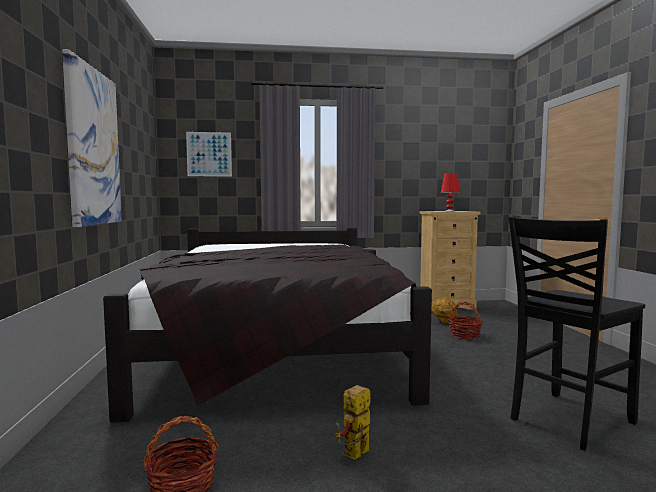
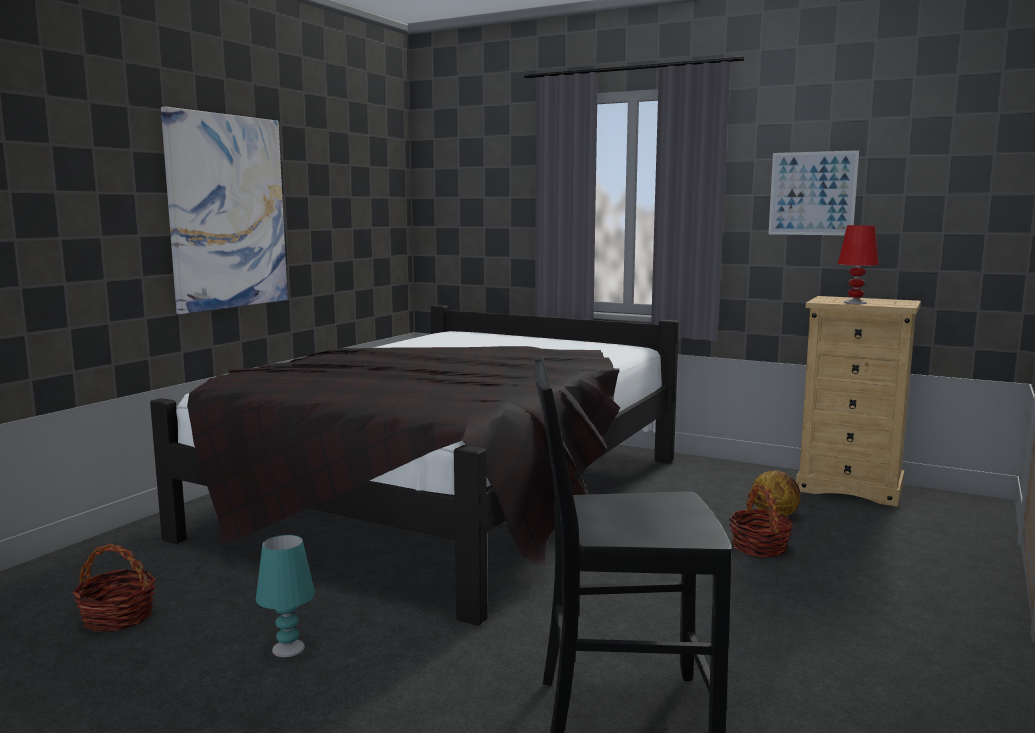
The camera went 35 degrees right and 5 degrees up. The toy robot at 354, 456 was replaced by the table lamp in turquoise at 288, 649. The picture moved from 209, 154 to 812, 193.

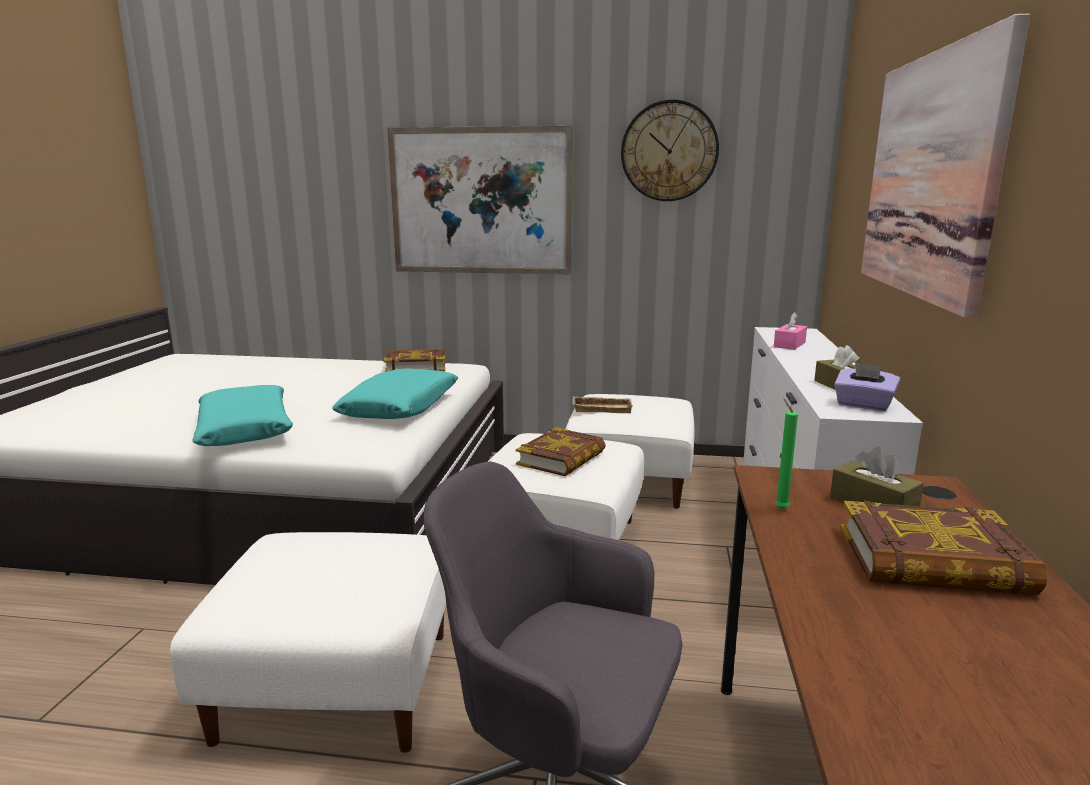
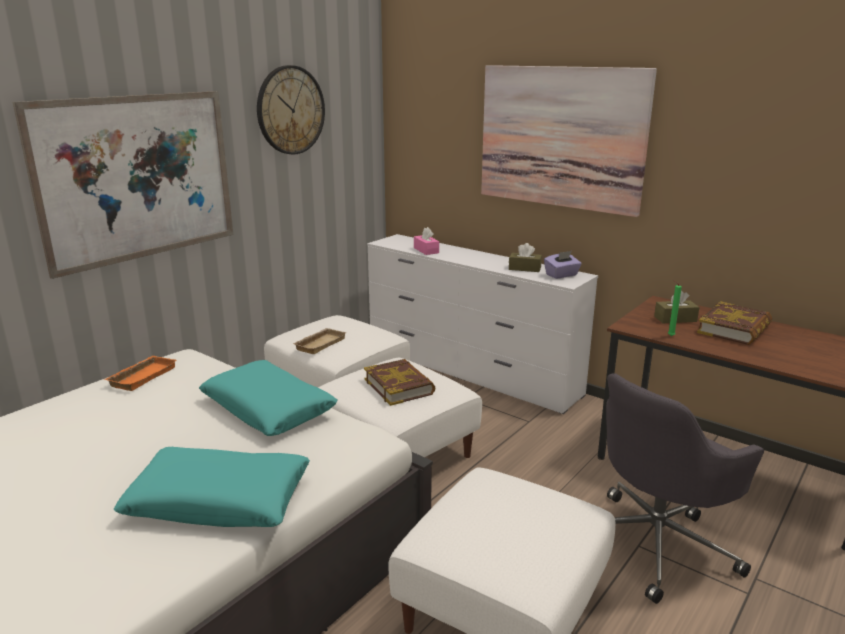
The camera went 60 degrees left and 5 degrees up. The book at 416, 366 was replaced by the tray in orange at 142, 376.

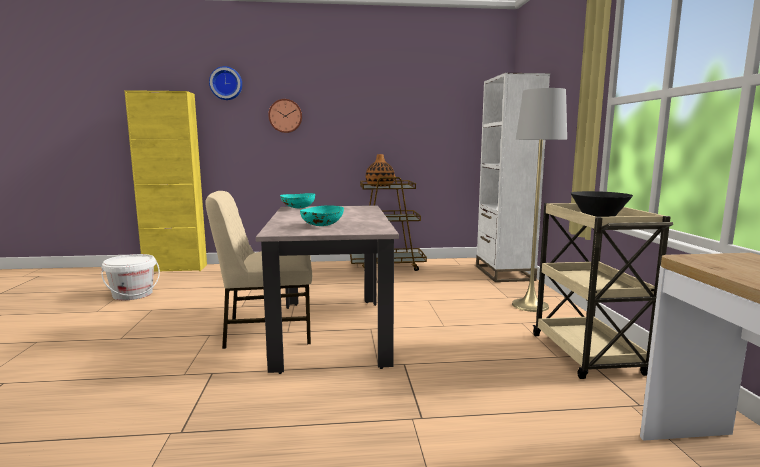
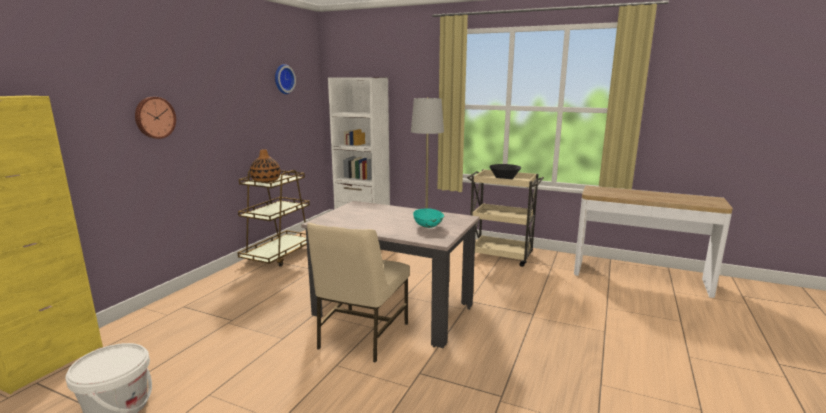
The camera went 60 degrees left and 5 degrees up. The wall clock moved from 226, 83 to 283, 79. The bowl in turquoise at 298, 208 disappeared.

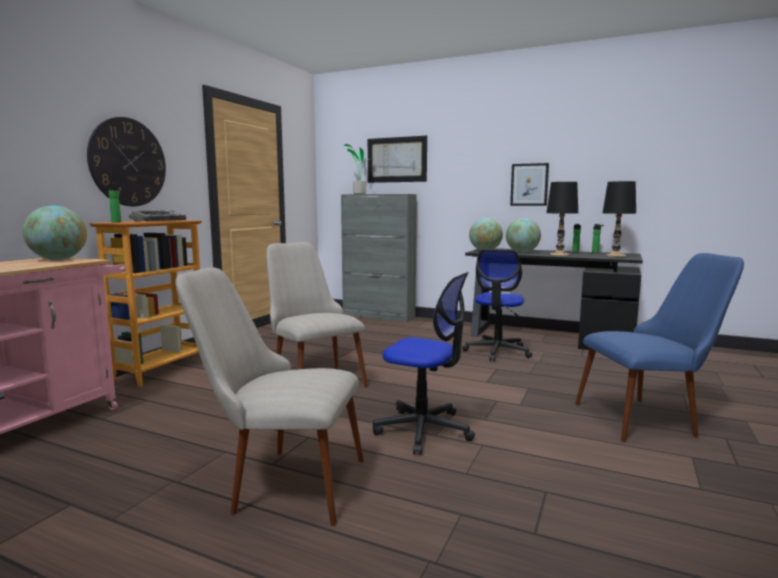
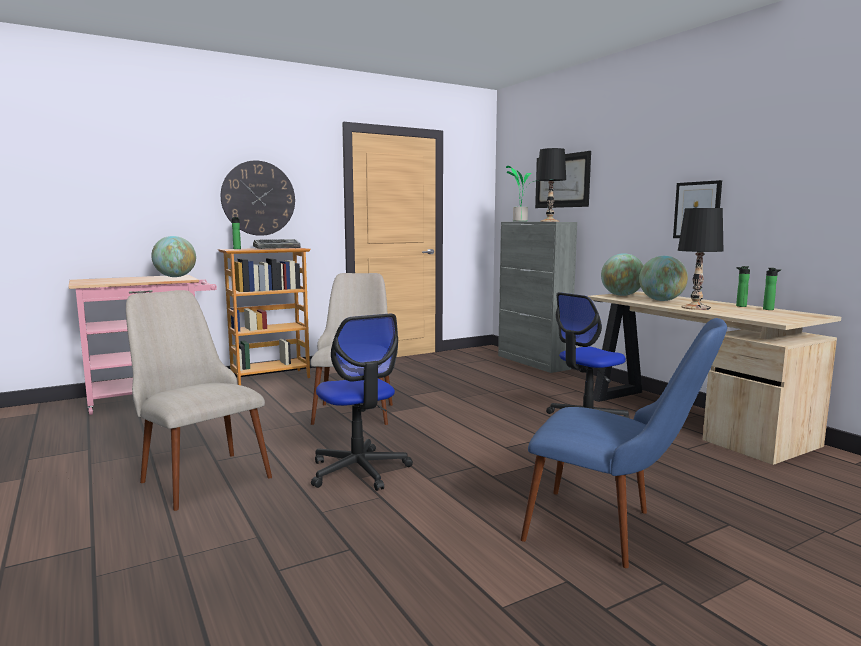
The camera went 35 degrees right and 0 degrees up. The table lamp in black moved from 615, 255 to 550, 221. The desk in black at 547, 337 became the desk in beige at 689, 419.

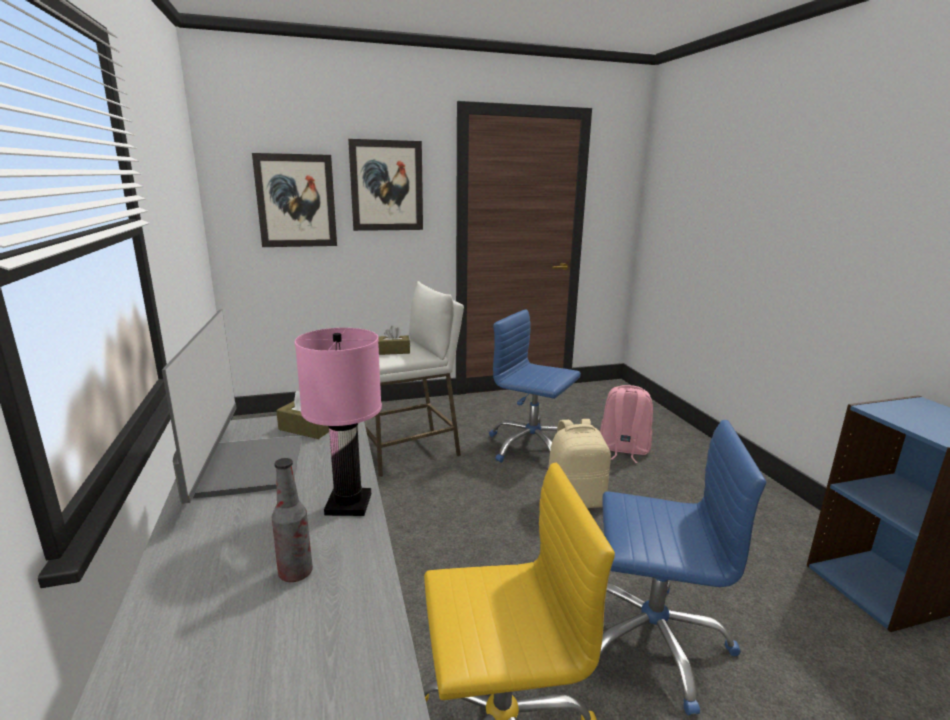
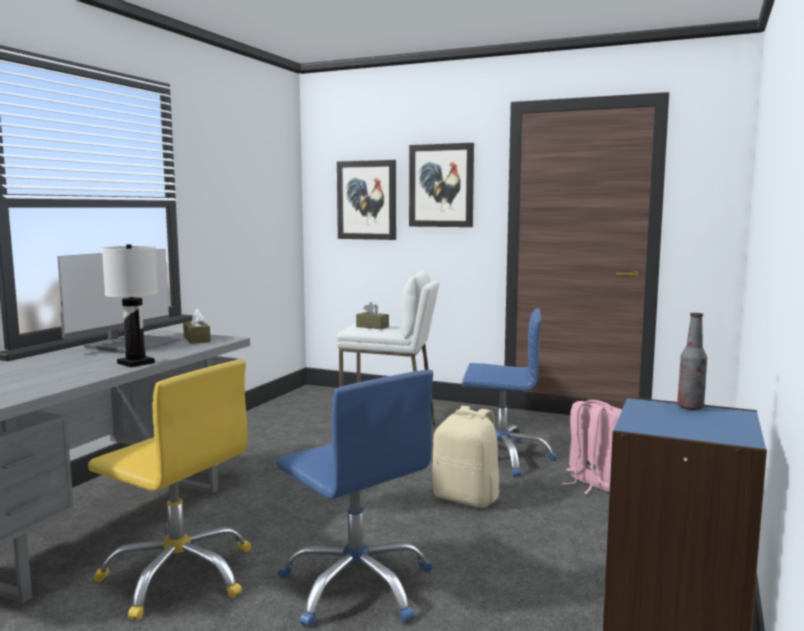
The camera went 40 degrees right and 10 degrees down. The table lamp in pink at 349, 504 became the table lamp in white at 135, 363. The office chair in blue at 531, 447 turned 120 degrees clockwise. The bottle moved from 295, 573 to 690, 407.

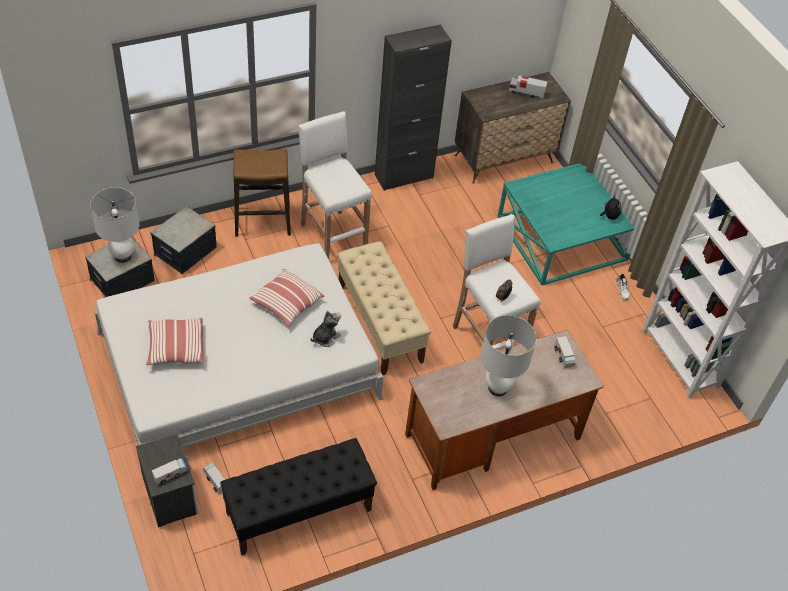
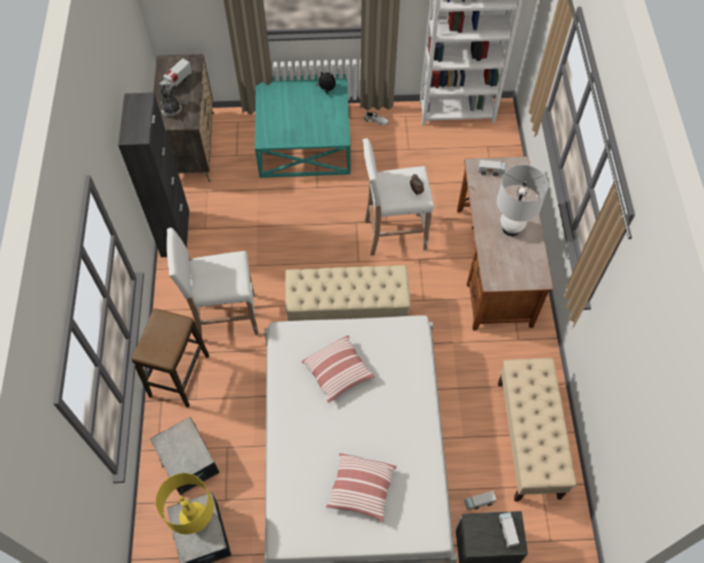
The camera went 65 degrees left and 10 degrees up. The table lamp in white at 123, 256 became the table lamp in yellow at 197, 521. The plush toy moved from 325, 337 to 171, 109. The bench in black at 298, 511 became the bench in beige at 528, 439.

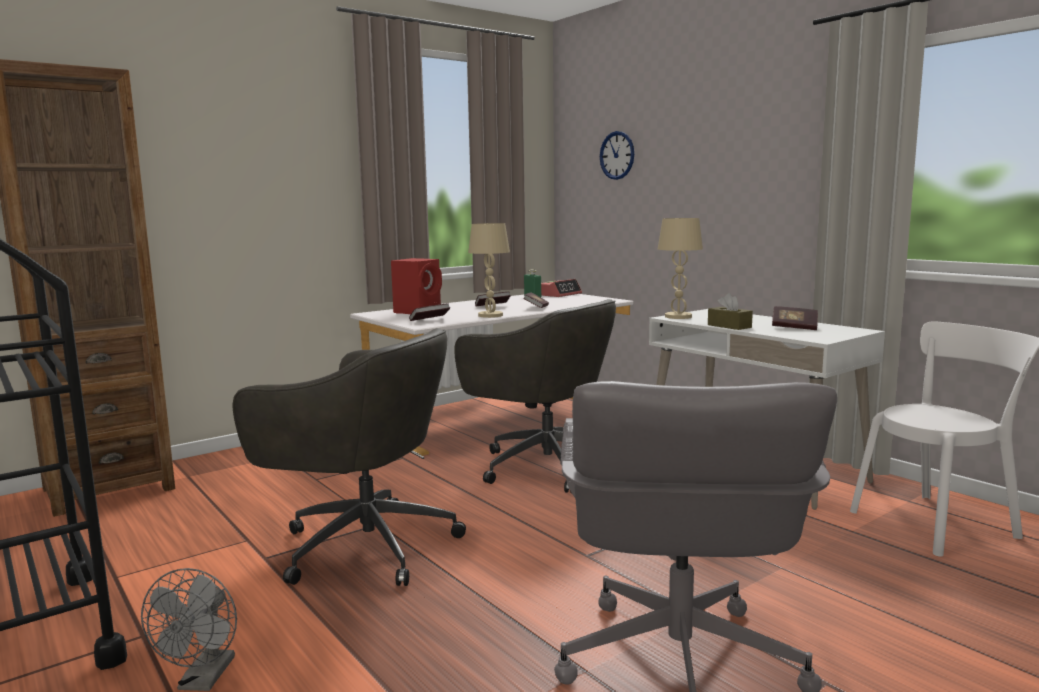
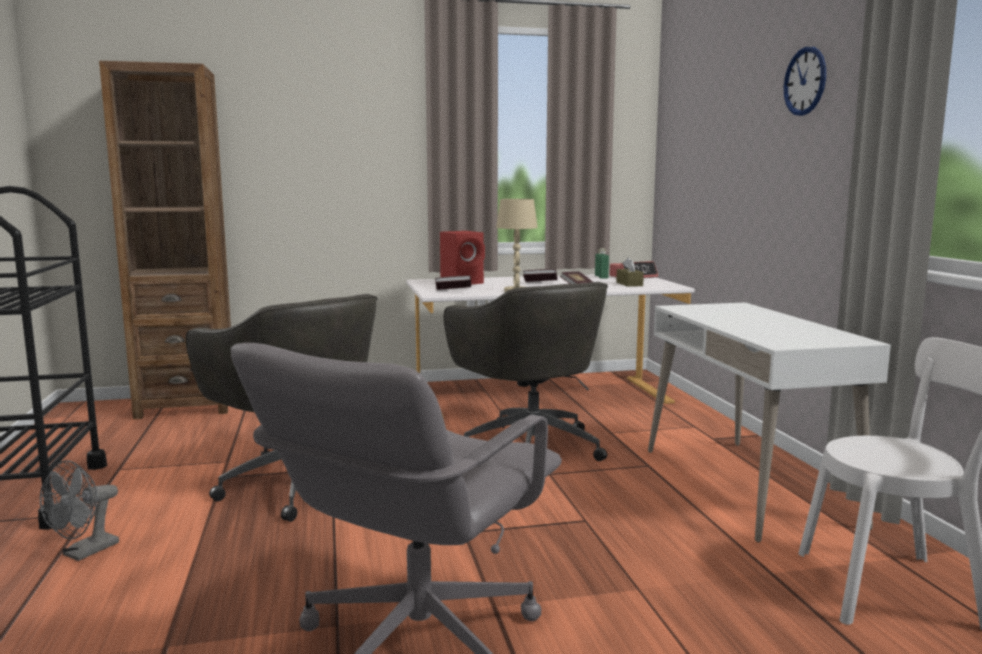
The camera went 25 degrees right and 0 degrees up. The tissue box in brown moved from 729, 326 to 629, 284. The wall clock moved from 617, 155 to 805, 81. The table lamp in beige at 678, 316 disappeared. The book at 794, 327 disappeared.

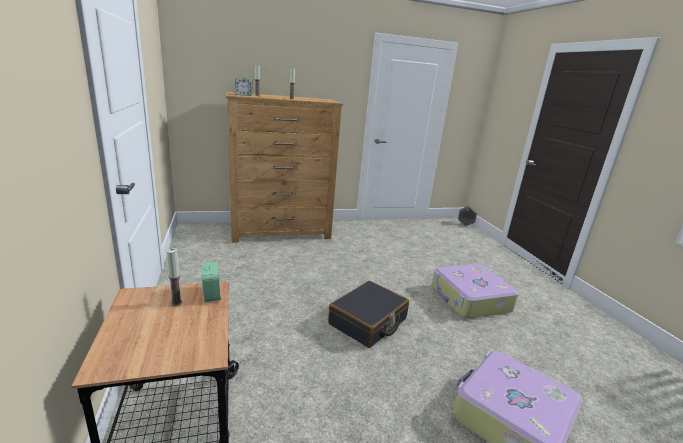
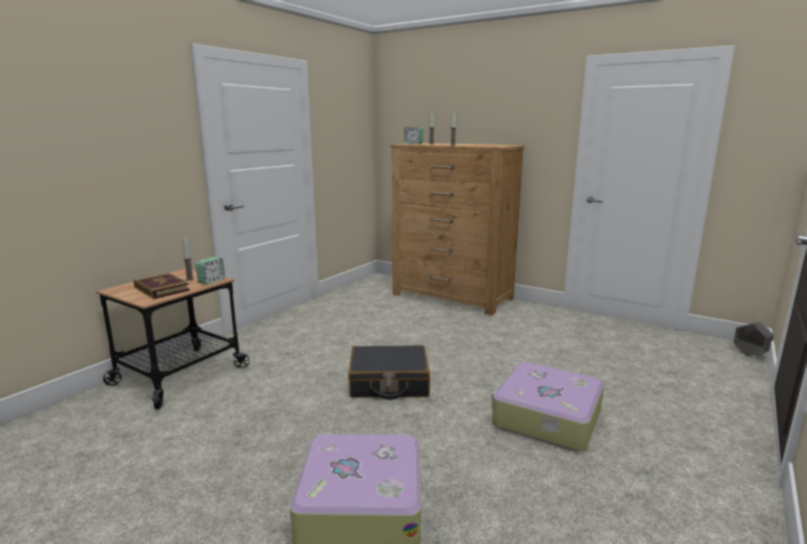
The camera went 50 degrees right and 5 degrees down. The book at 161, 289 appeared.

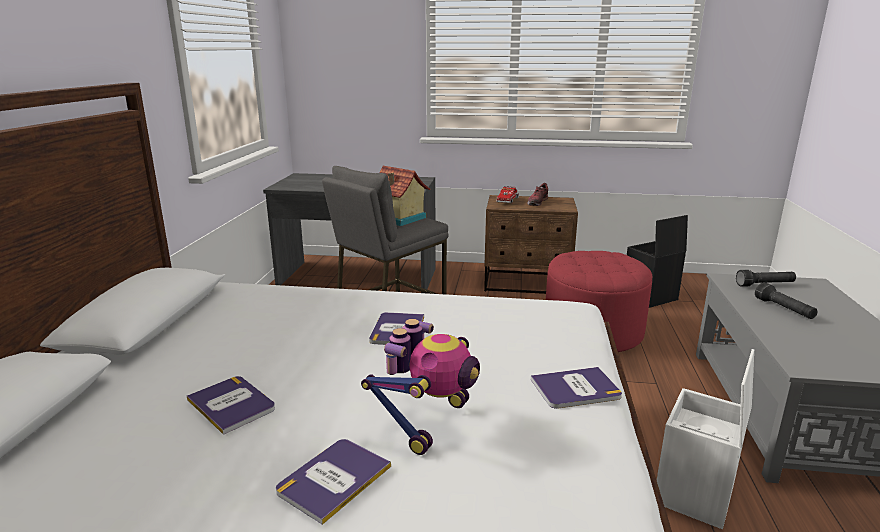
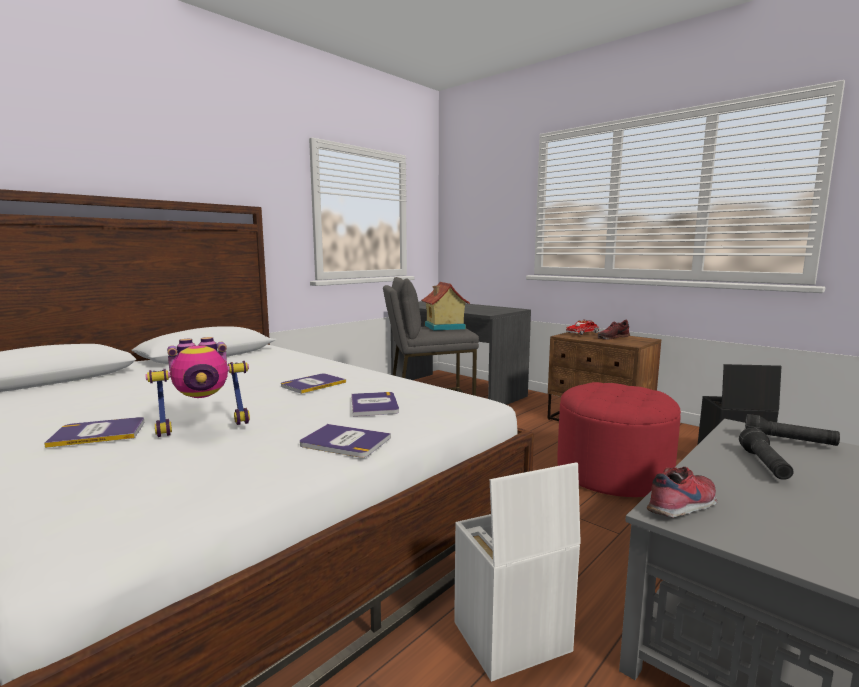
The camera went 35 degrees right and 10 degrees down. The book moved from 232, 404 to 374, 405. The shoe at 684, 506 appeared.

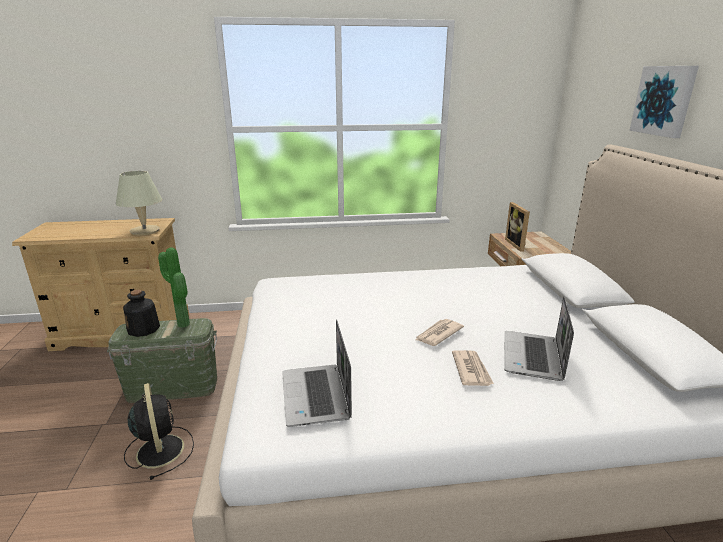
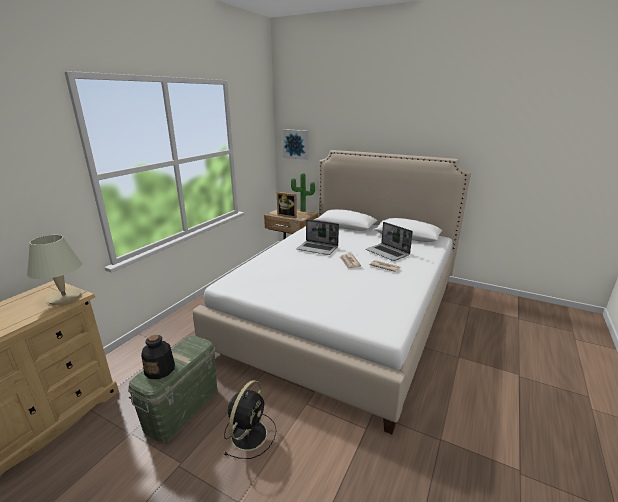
The camera went 55 degrees left and 0 degrees up. The fan in black at 160, 449 turned 105 degrees clockwise. The picture moved from 664, 100 to 296, 144. The potted plant moved from 181, 325 to 303, 211. The laptop moved from 317, 396 to 318, 248.

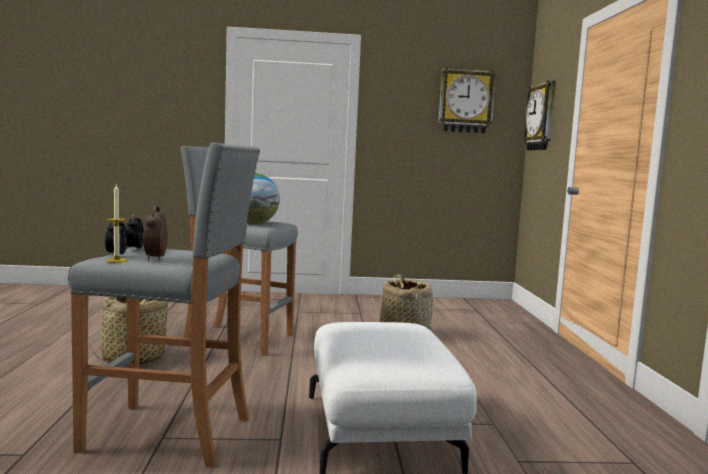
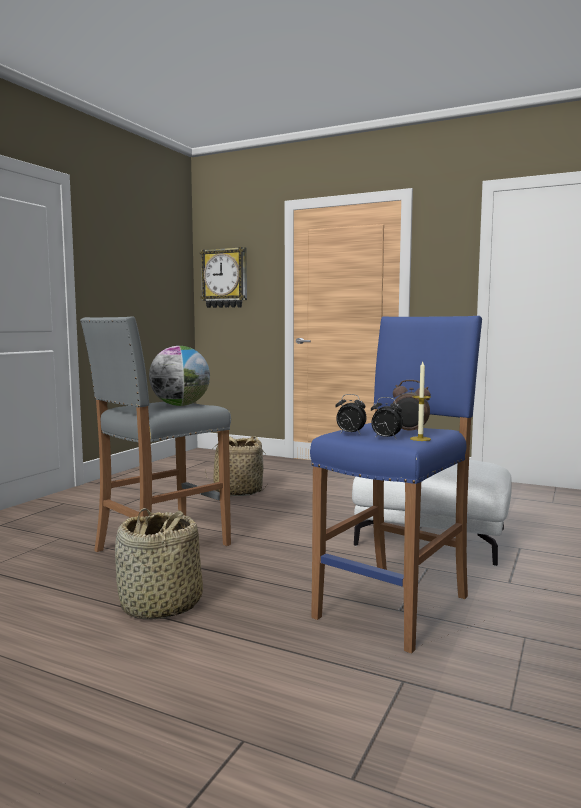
The camera went 60 degrees left and 0 degrees up. The stool in grey at 169, 434 became the stool in blue at 394, 606. The wall clock at 466, 101 disappeared.

